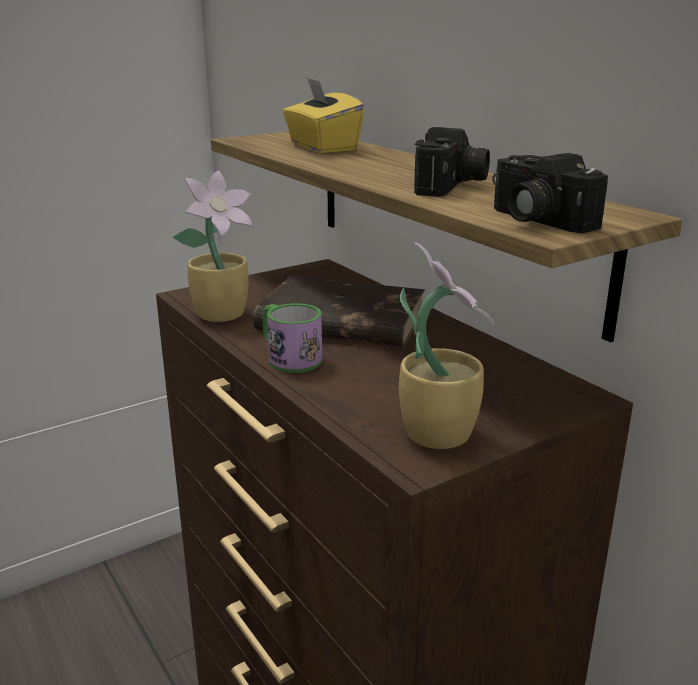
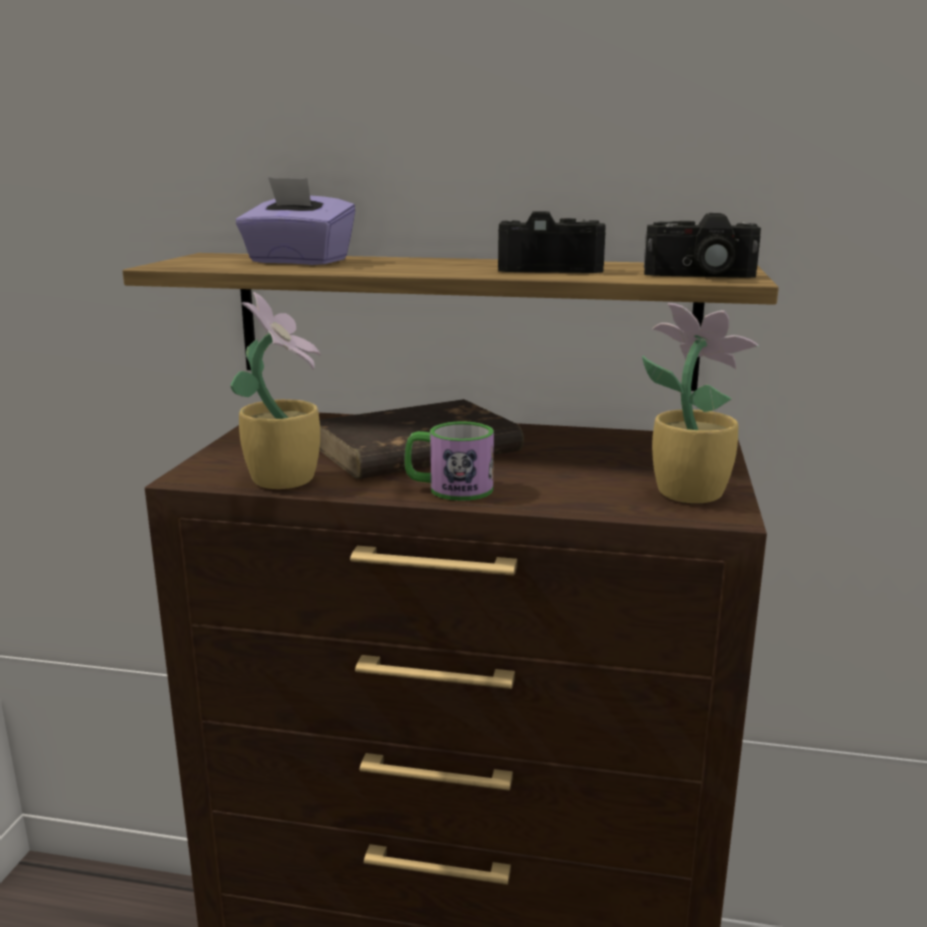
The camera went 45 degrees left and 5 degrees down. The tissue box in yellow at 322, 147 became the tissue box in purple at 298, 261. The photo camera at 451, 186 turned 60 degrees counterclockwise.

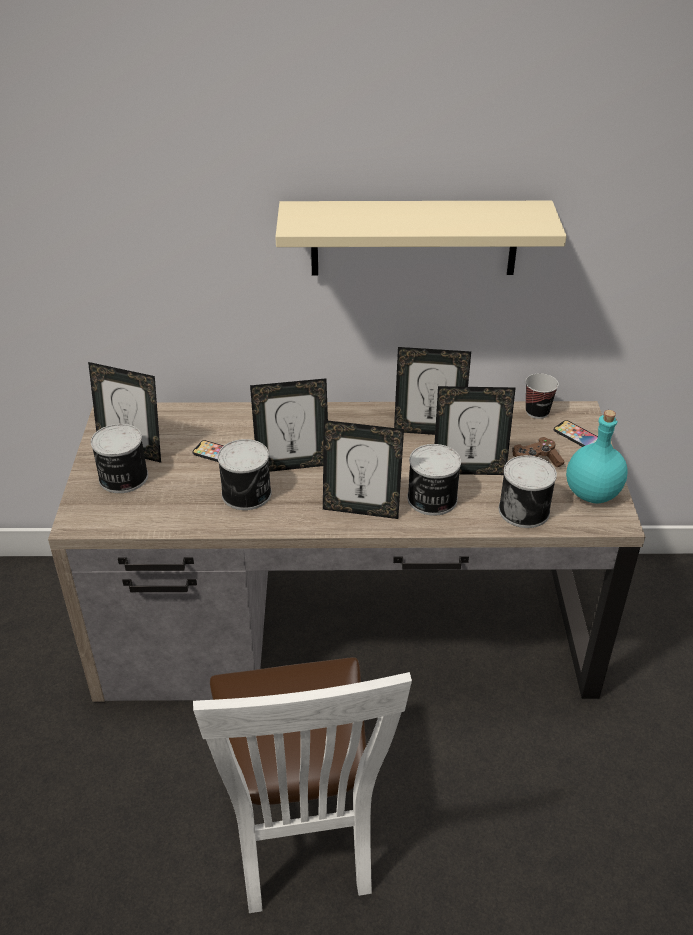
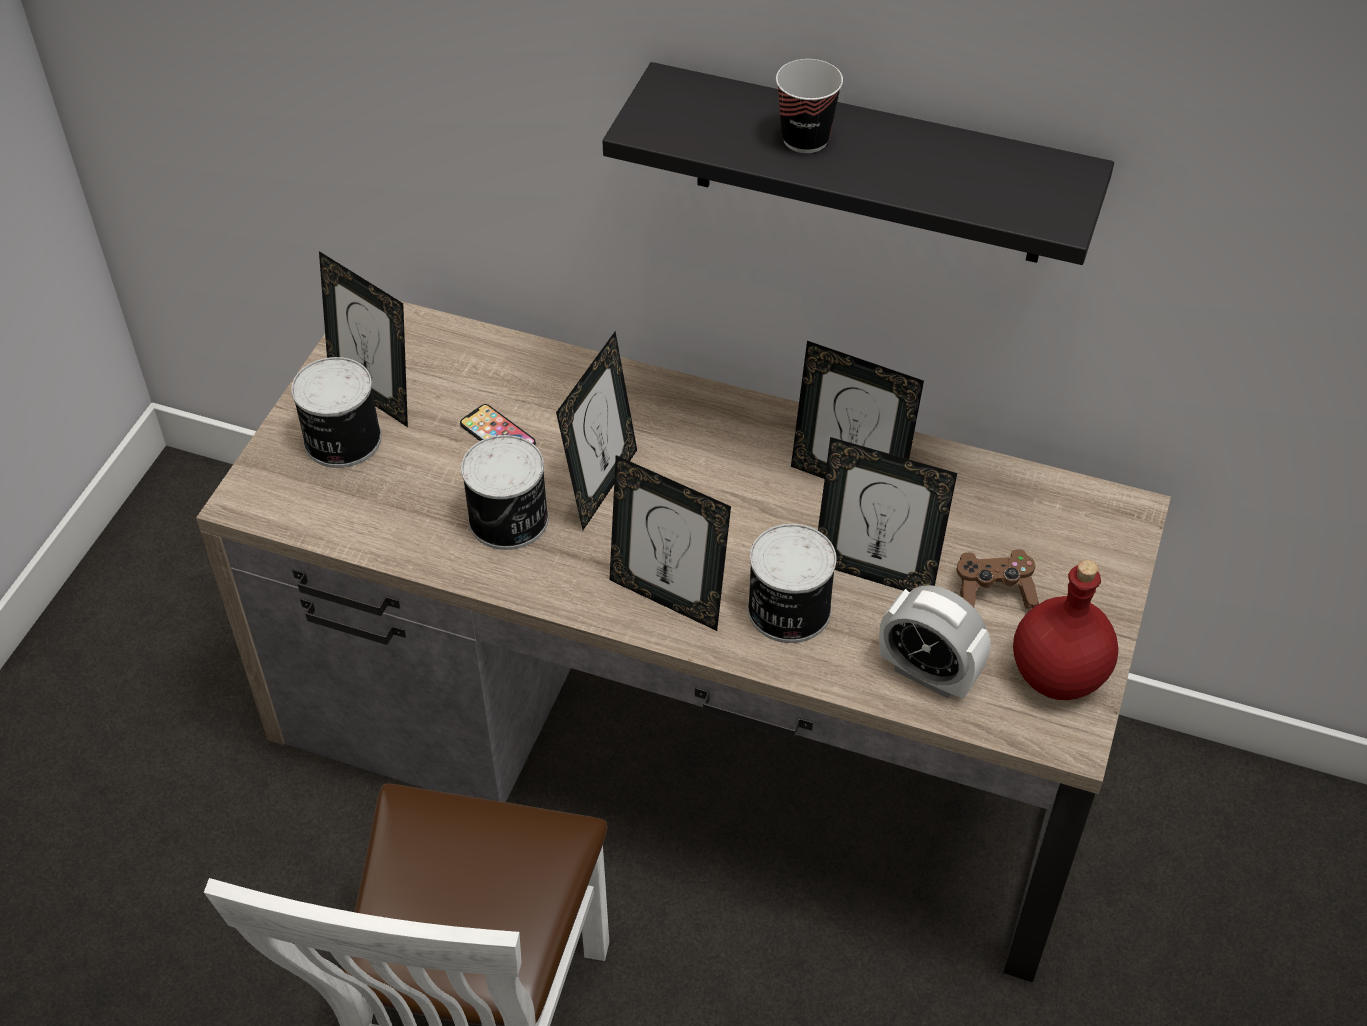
The camera went 20 degrees right and 10 degrees up. The picture frame at 292, 465 turned 75 degrees counterclockwise. The shelf in beige at 414, 238 became the shelf in black at 870, 166. The cup moved from 537, 412 to 805, 139. The can at 525, 510 was replaced by the alarm clock at 928, 674. The bottle in turquoise at 593, 493 became the bottle in red at 1059, 675. The phone at 577, 436 disappeared.

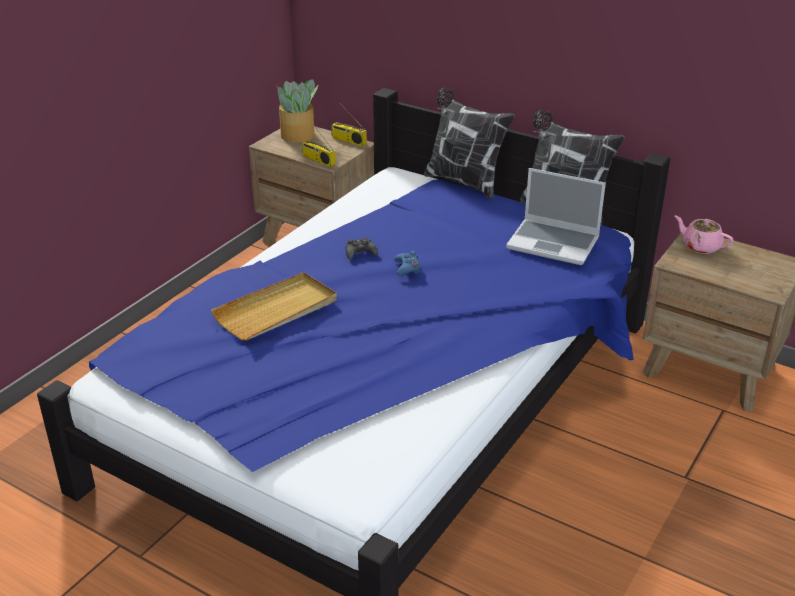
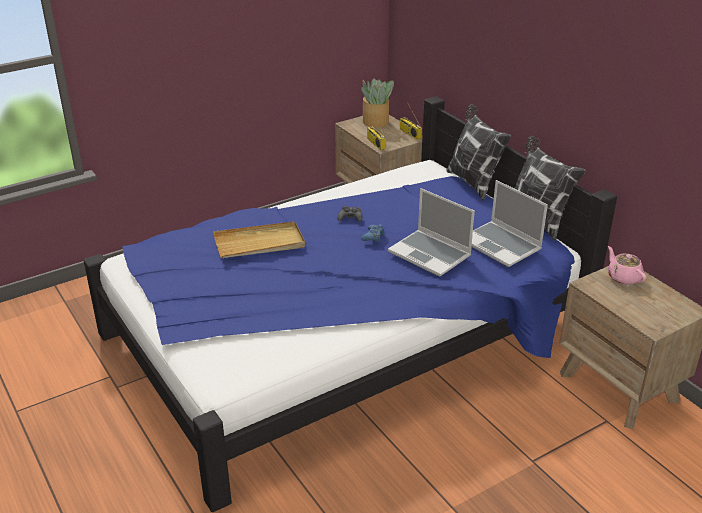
The camera went 25 degrees right and 0 degrees up. The laptop at 431, 254 appeared.

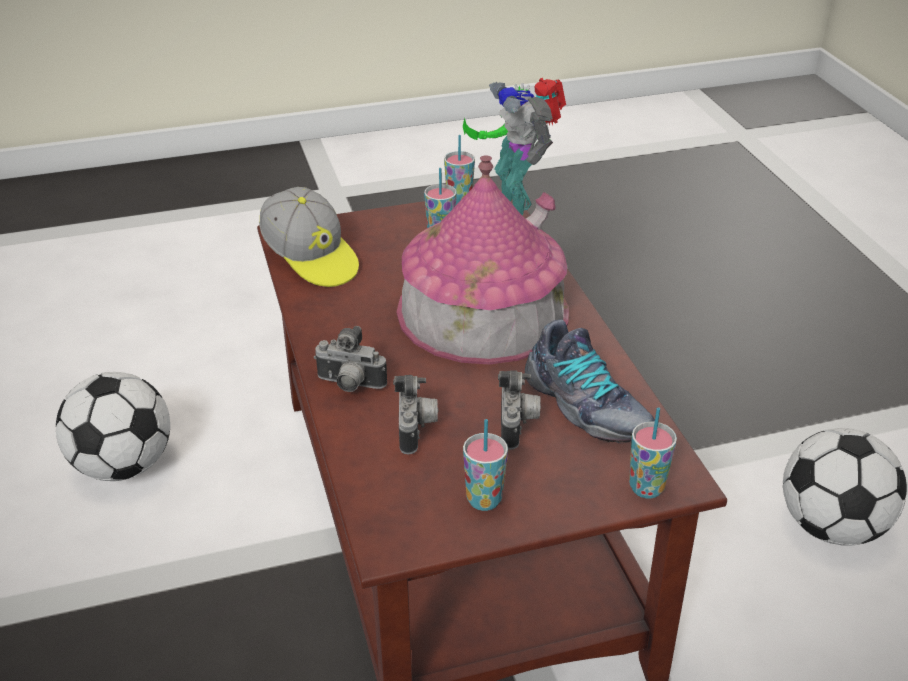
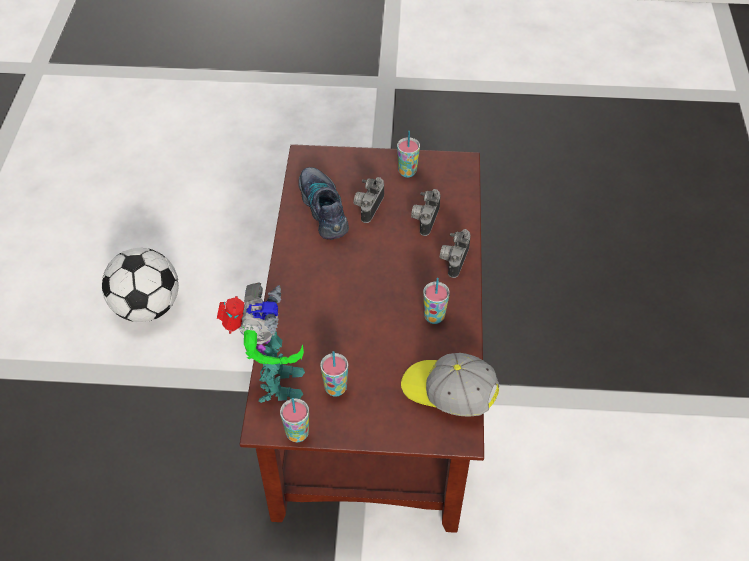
The camera went 160 degrees left and 15 degrees up. The cap at 311, 258 turned 45 degrees counterclockwise. The cup moved from 646, 488 to 434, 317. The photo camera at 349, 385 turned 105 degrees counterclockwise. The football at 123, 466 disappeared. The toy house at 482, 311 disappeared.

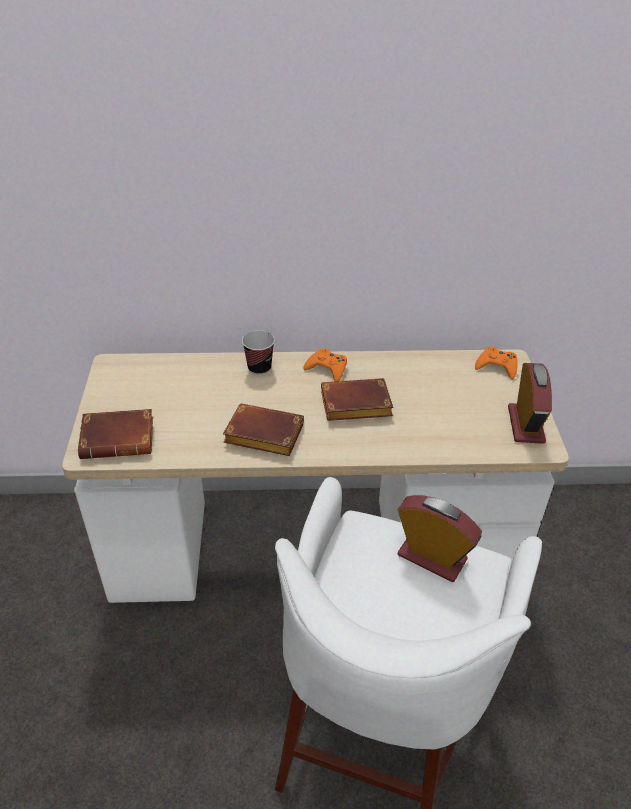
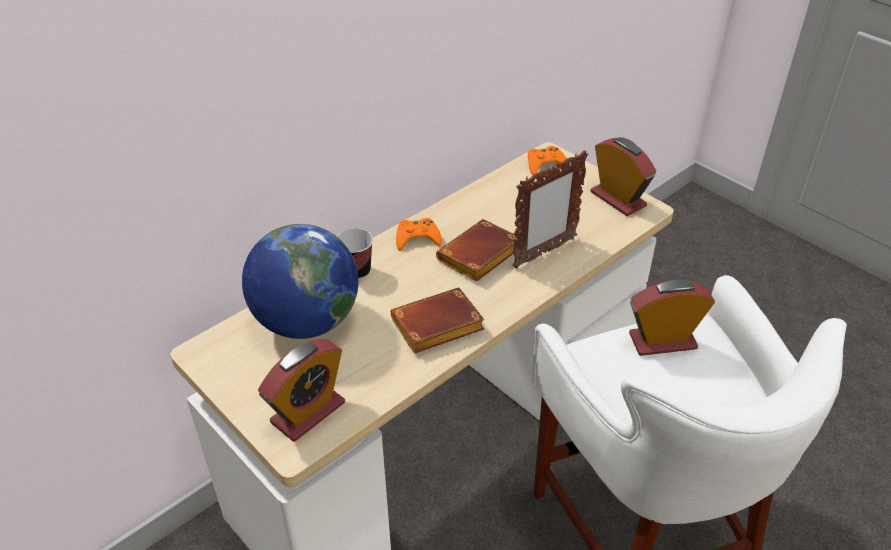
The camera went 40 degrees left and 0 degrees up. The globe at 306, 321 appeared. The book in brown at 120, 438 was replaced by the alarm clock at 308, 412. The picture frame at 544, 253 appeared.

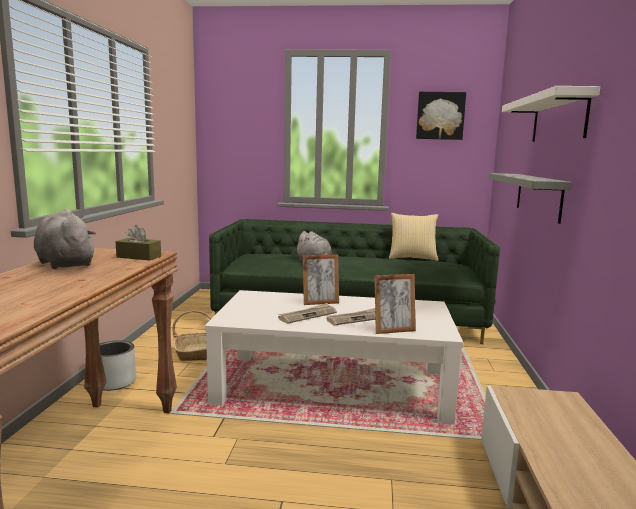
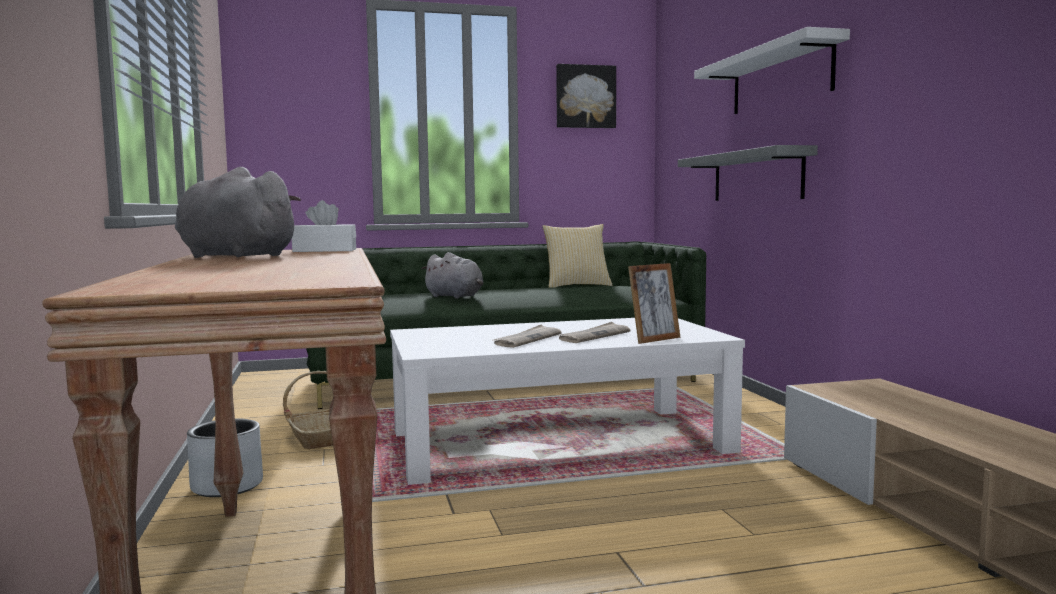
The camera went 20 degrees left and 5 degrees down. The tissue box in brown at 139, 257 became the tissue box in white at 325, 250. The picture frame at 320, 302 disappeared.

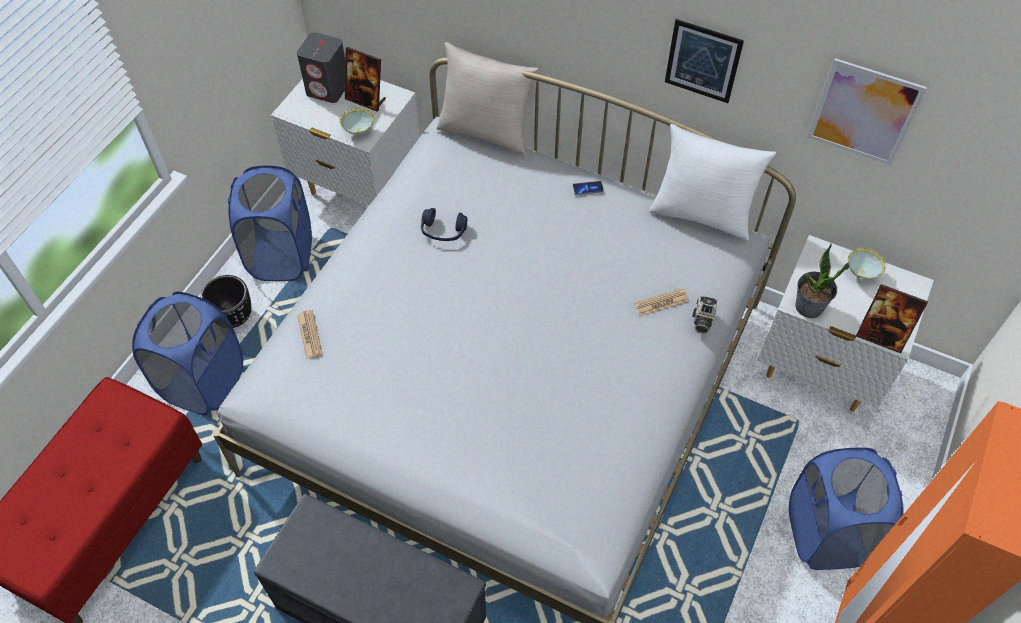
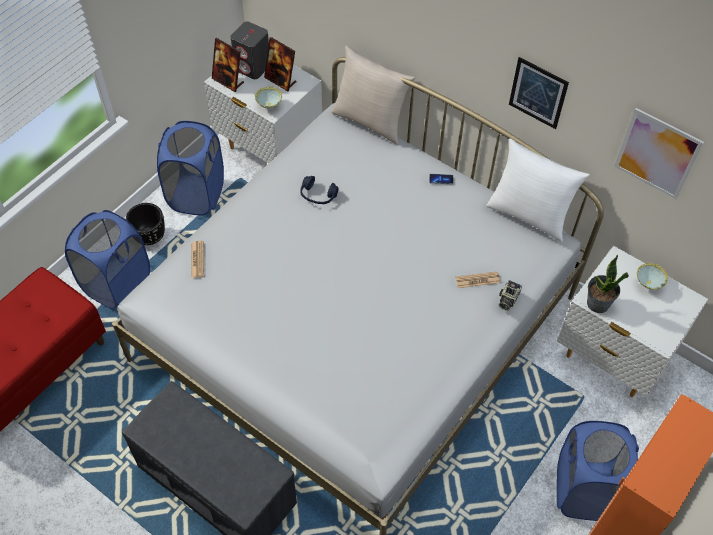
The camera went 10 degrees right and 0 degrees up. The picture frame moved from 880, 336 to 228, 81.

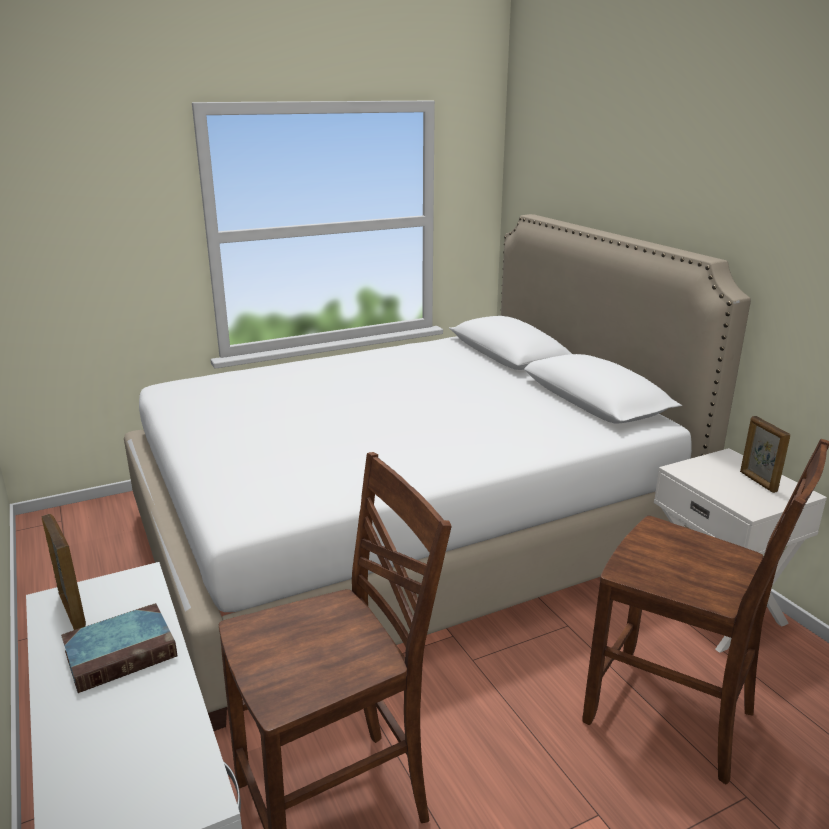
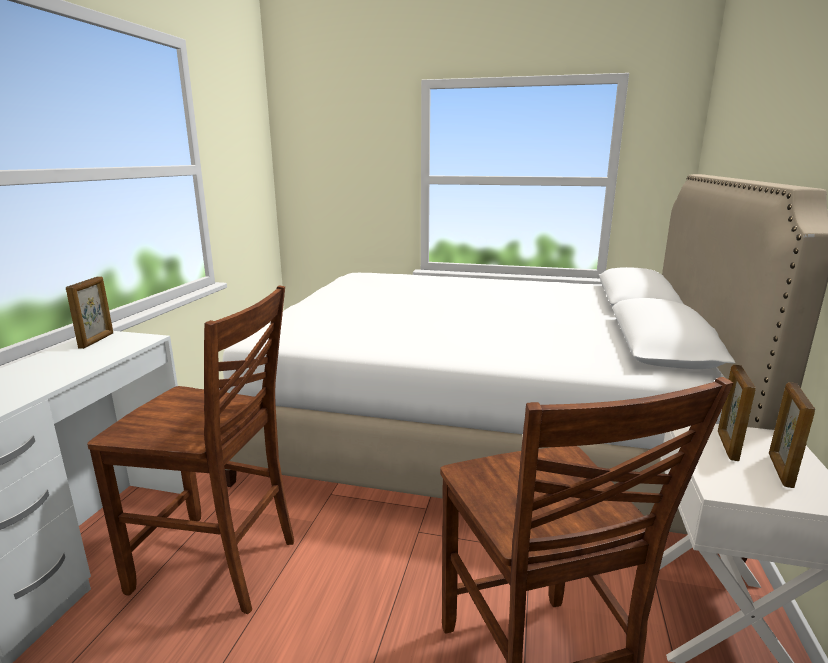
The camera went 40 degrees right and 5 degrees down. The picture frame at 727, 446 appeared. The book at 123, 652 disappeared.

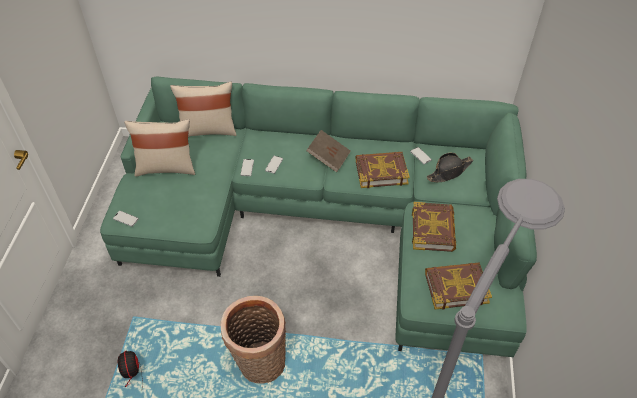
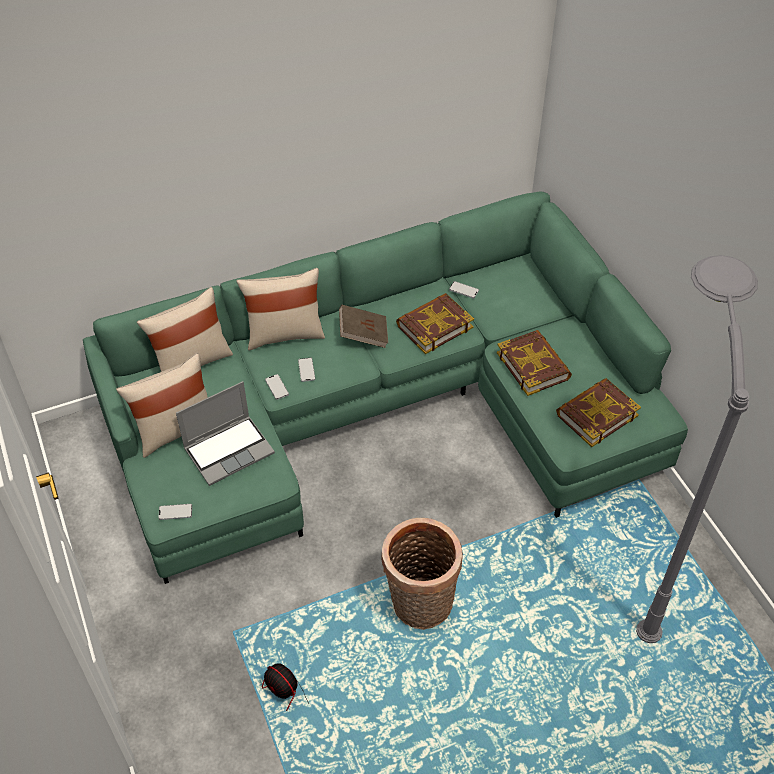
The camera went 30 degrees left and 0 degrees up. The laptop at 229, 450 appeared. The pillow in beige at 284, 334 appeared. The hat in black at 449, 171 disappeared.

